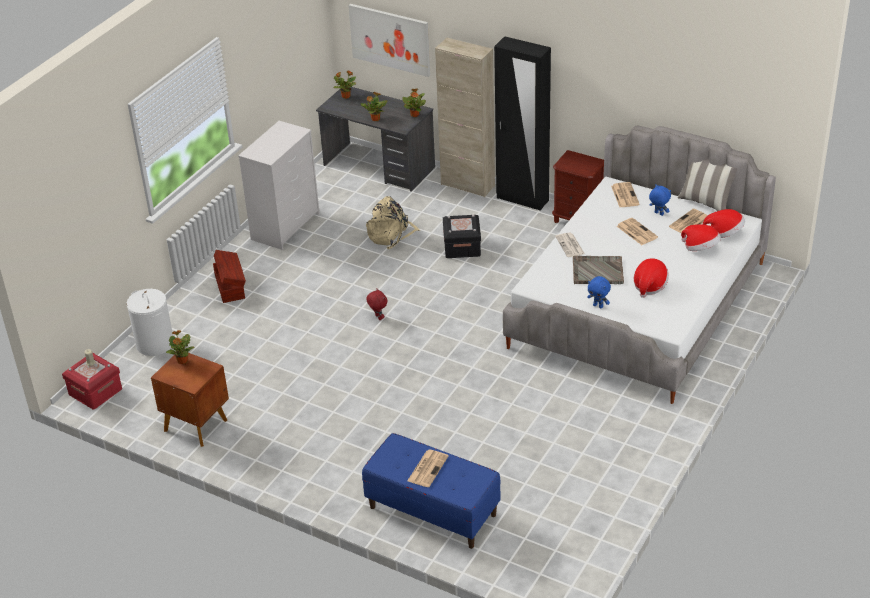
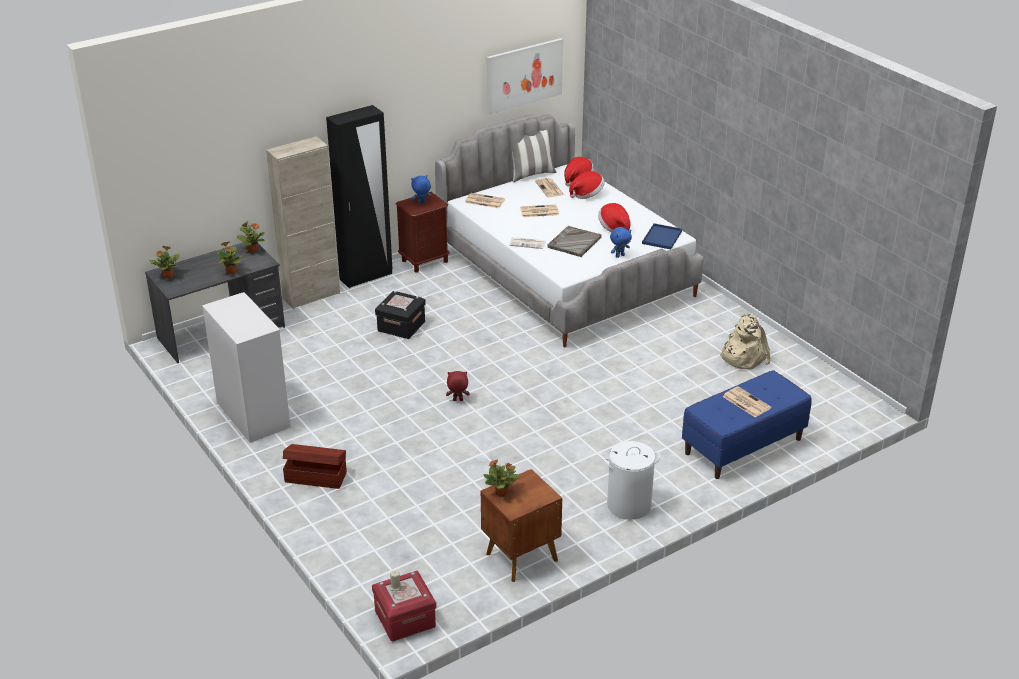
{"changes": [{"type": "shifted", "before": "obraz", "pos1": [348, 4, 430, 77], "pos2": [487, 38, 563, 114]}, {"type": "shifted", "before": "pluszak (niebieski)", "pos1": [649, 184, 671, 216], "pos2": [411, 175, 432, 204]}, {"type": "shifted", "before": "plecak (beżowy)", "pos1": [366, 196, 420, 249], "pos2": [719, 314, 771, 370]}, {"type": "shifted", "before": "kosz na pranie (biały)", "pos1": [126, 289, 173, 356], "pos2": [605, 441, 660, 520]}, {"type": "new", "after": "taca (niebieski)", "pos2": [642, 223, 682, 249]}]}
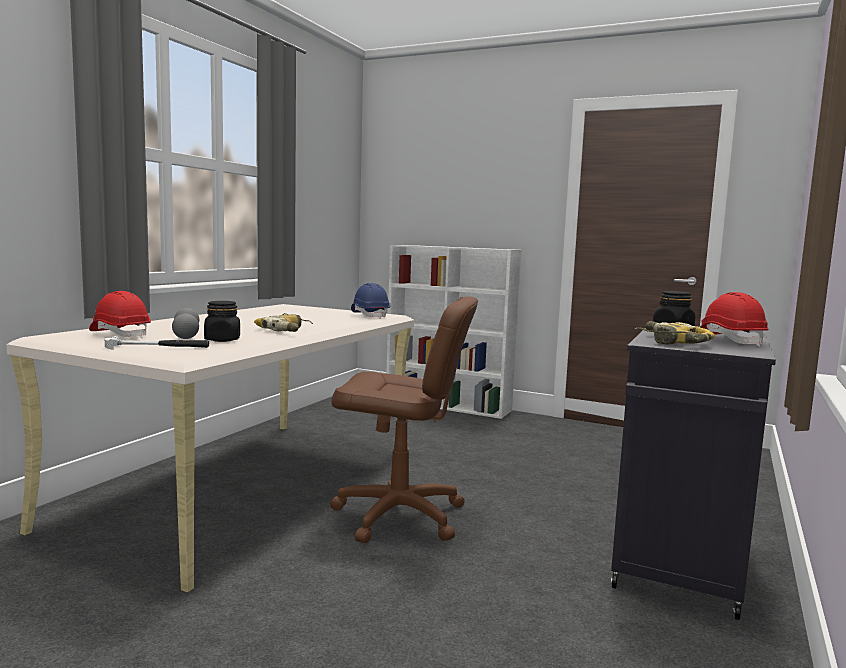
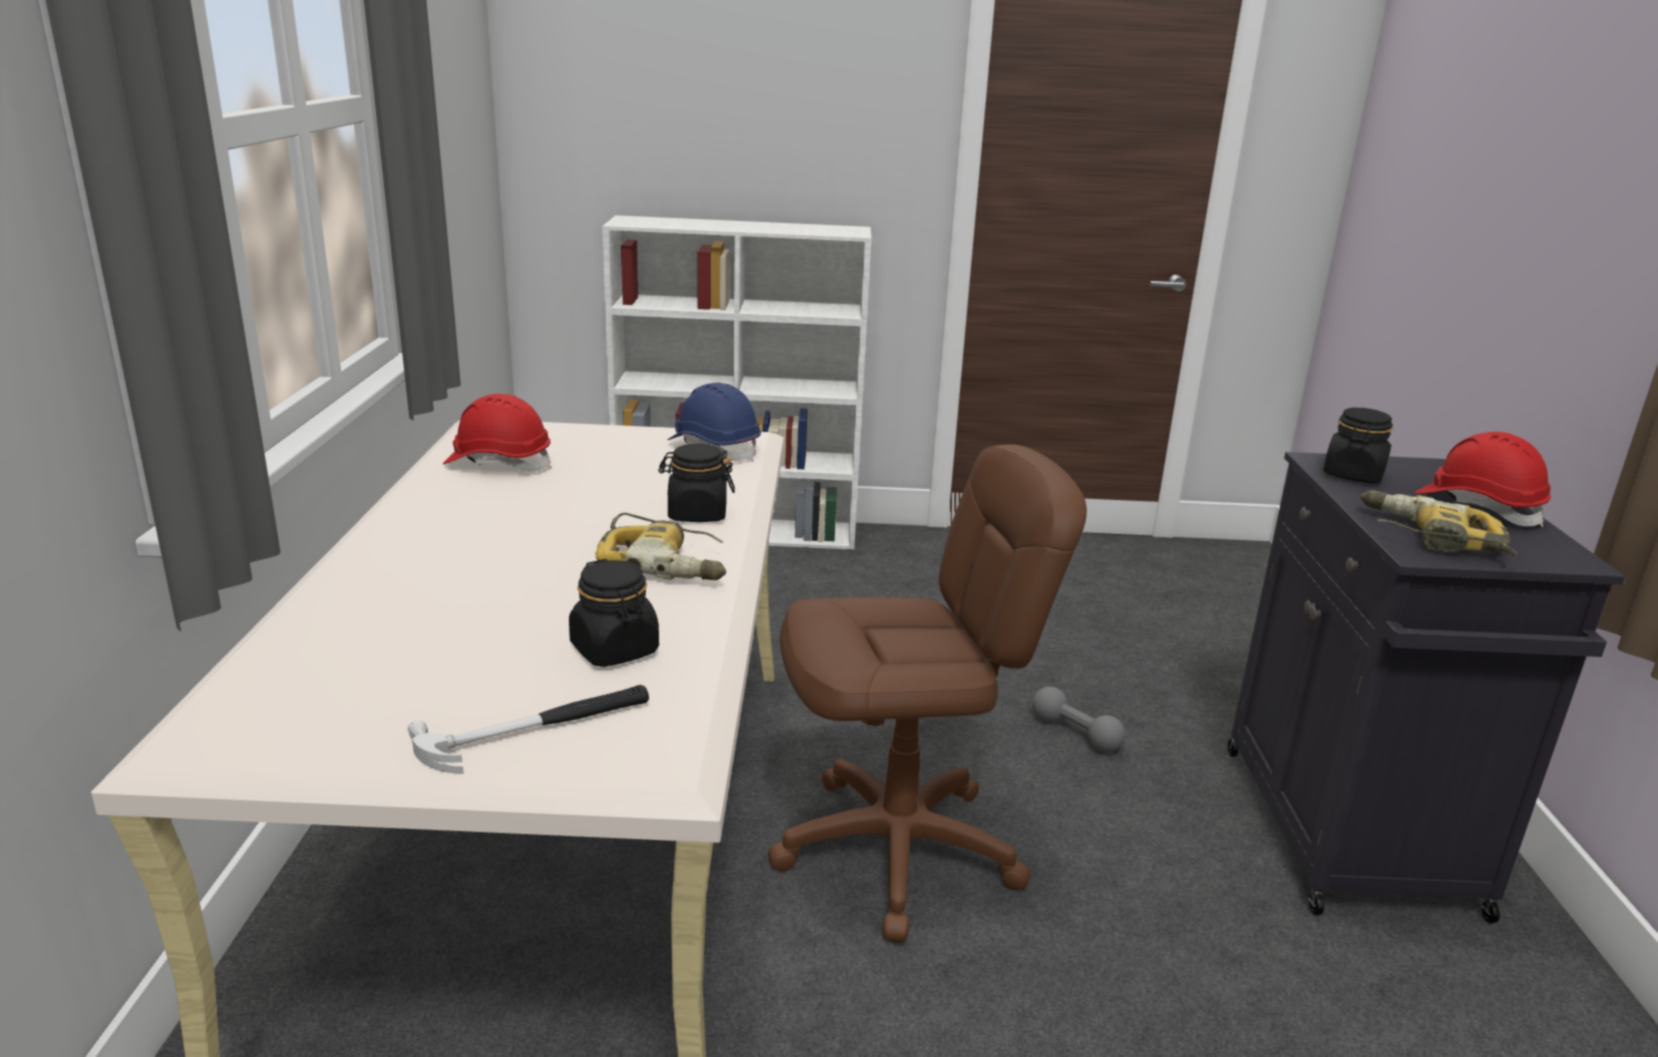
{"changes": [{"type": "shifted", "before": "kask (czerwony)", "pos1": [89, 291, 151, 338], "pos2": [443, 394, 552, 472]}, {"type": "shifted", "before": "hantel (szary)", "pos1": [172, 308, 199, 339], "pos2": [1032, 687, 1126, 752]}, {"type": "new", "after": "słoik (czarny)", "pos2": [658, 444, 735, 522]}]}
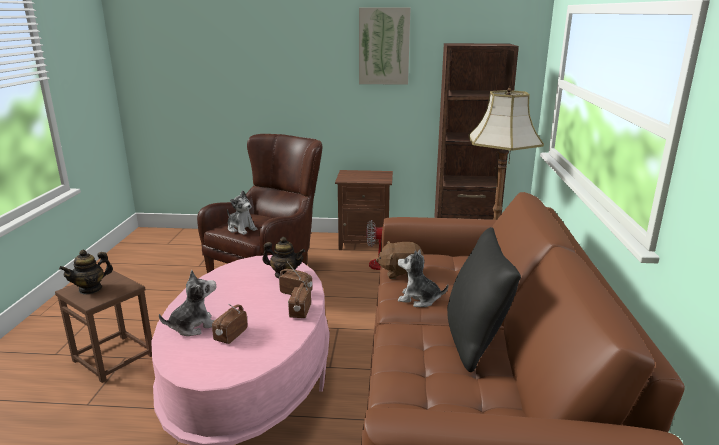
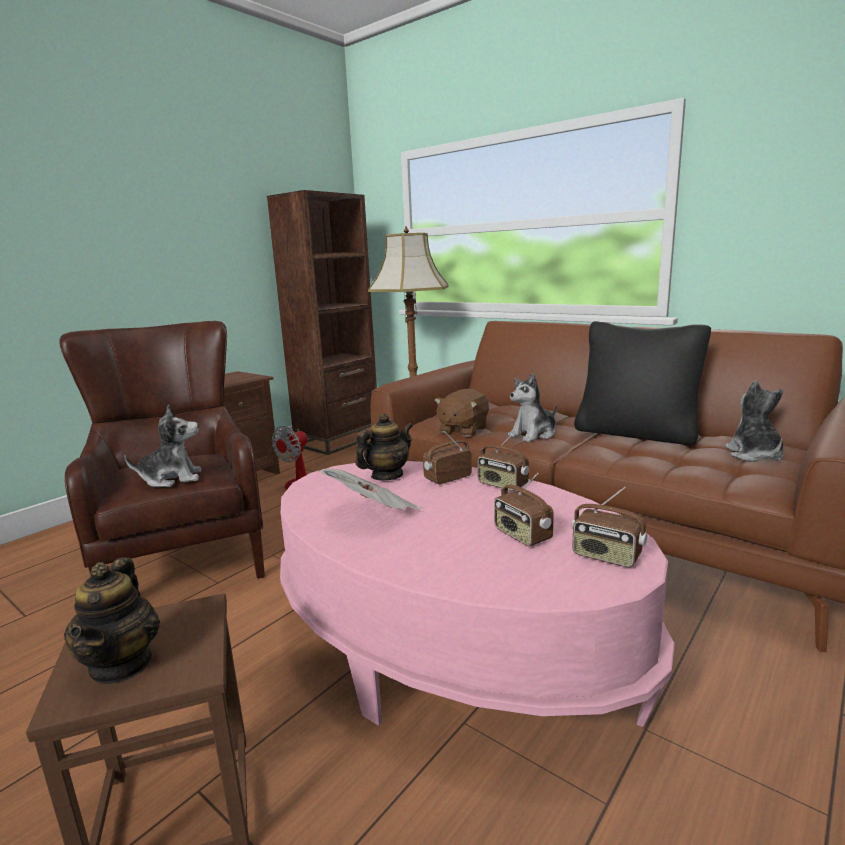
{"changes": [{"type": "gone", "before": "obraz", "pos1": [359, 7, 411, 85]}, {"type": "shifted", "before": "pluszak", "pos1": [159, 270, 216, 336], "pos2": [725, 380, 784, 462]}, {"type": "new", "after": "gazeta", "pos2": [318, 469, 424, 510]}, {"type": "new", "after": "radio", "pos2": [572, 486, 647, 567]}]}
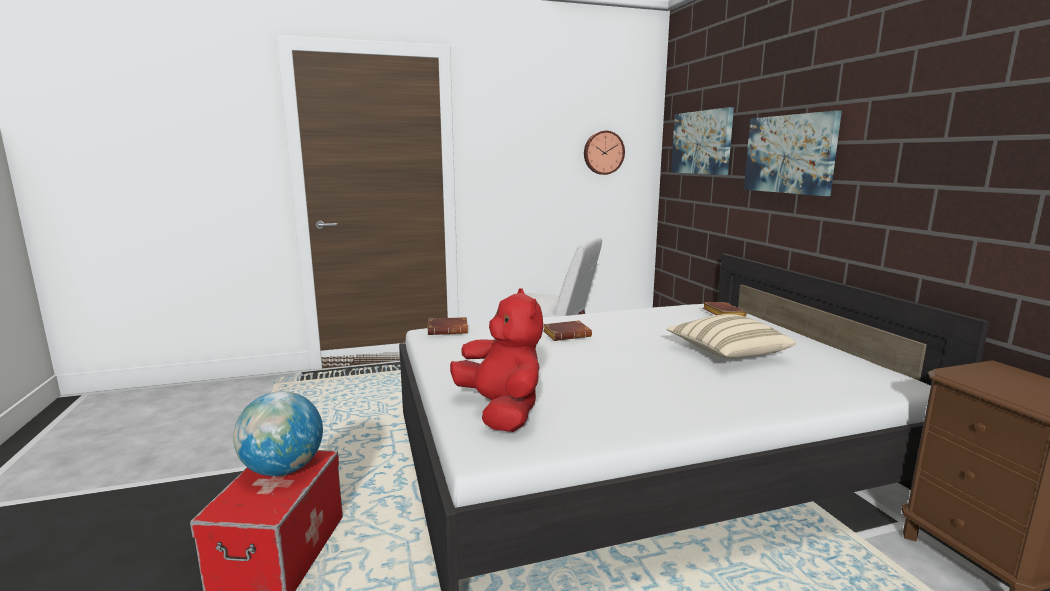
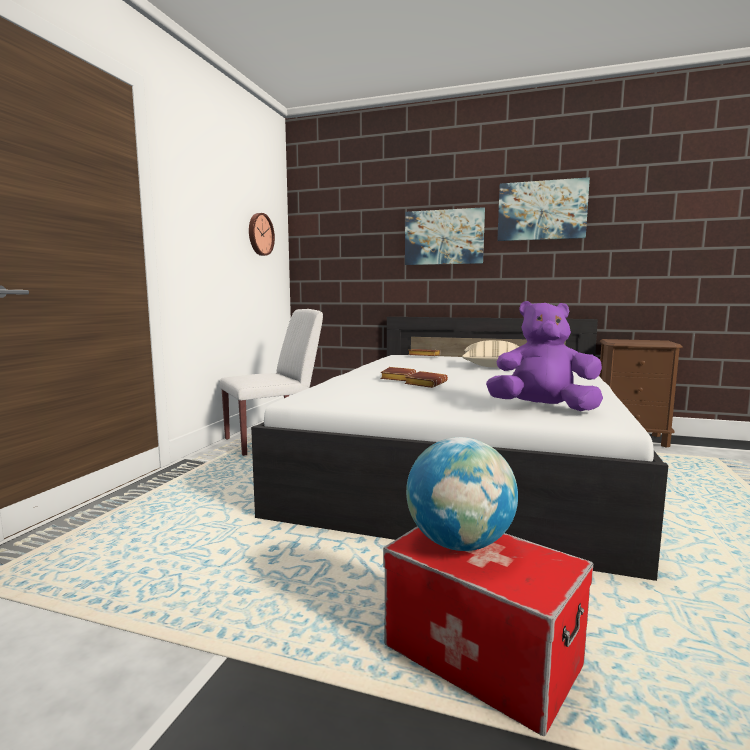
{"changes": [{"type": "shifted", "before": "obraz", "pos1": [671, 107, 734, 175], "pos2": [497, 177, 590, 241]}, {"type": "repainted", "before": "pluszak (czerwony)", "after": "pluszak (fioletowy)", "pos1": [450, 288, 543, 432], "pos2": [486, 301, 603, 411]}, {"type": "shifted", "before": "książka (brązowy)", "pos1": [427, 317, 468, 335], "pos2": [404, 371, 448, 388]}]}
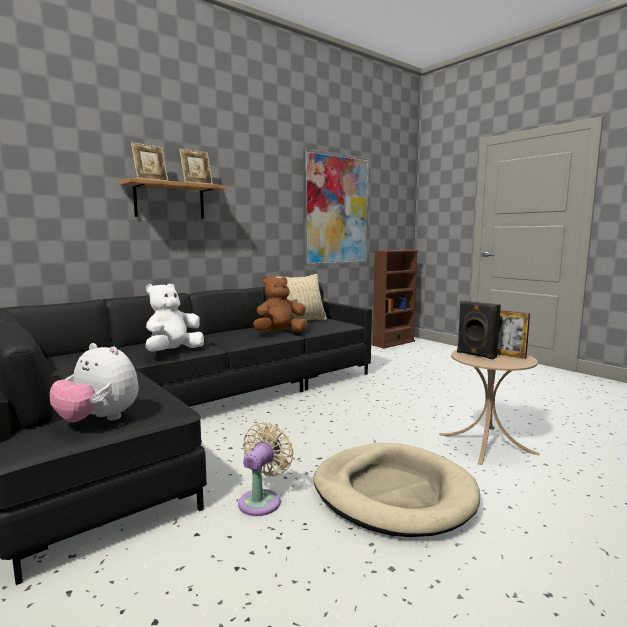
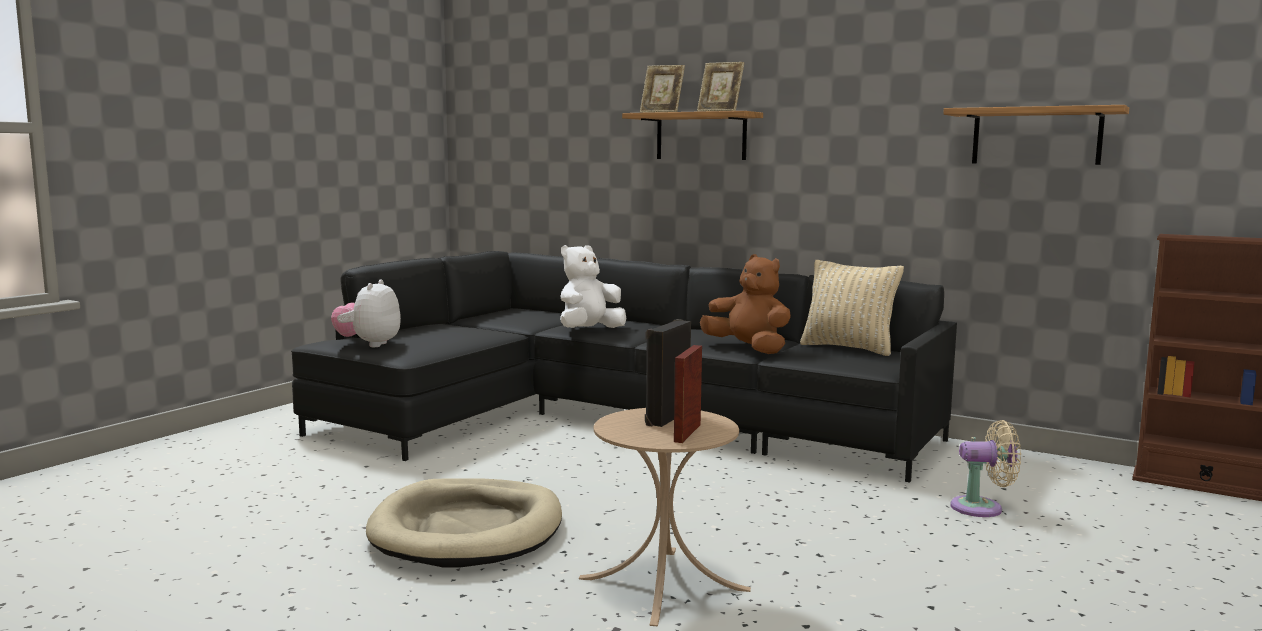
{"changes": [{"type": "swapped", "before": "obraz", "after": "półka", "pos1": [303, 148, 369, 266], "pos2": [943, 105, 1129, 165]}, {"type": "rotated", "before": "pluszak (biały)", "pos1": [145, 284, 204, 352], "pos2": [560, 245, 626, 328], "turn": -60}, {"type": "shifted", "before": "wentylator (beżowy)", "pos1": [238, 422, 294, 516], "pos2": [950, 420, 1021, 517]}]}
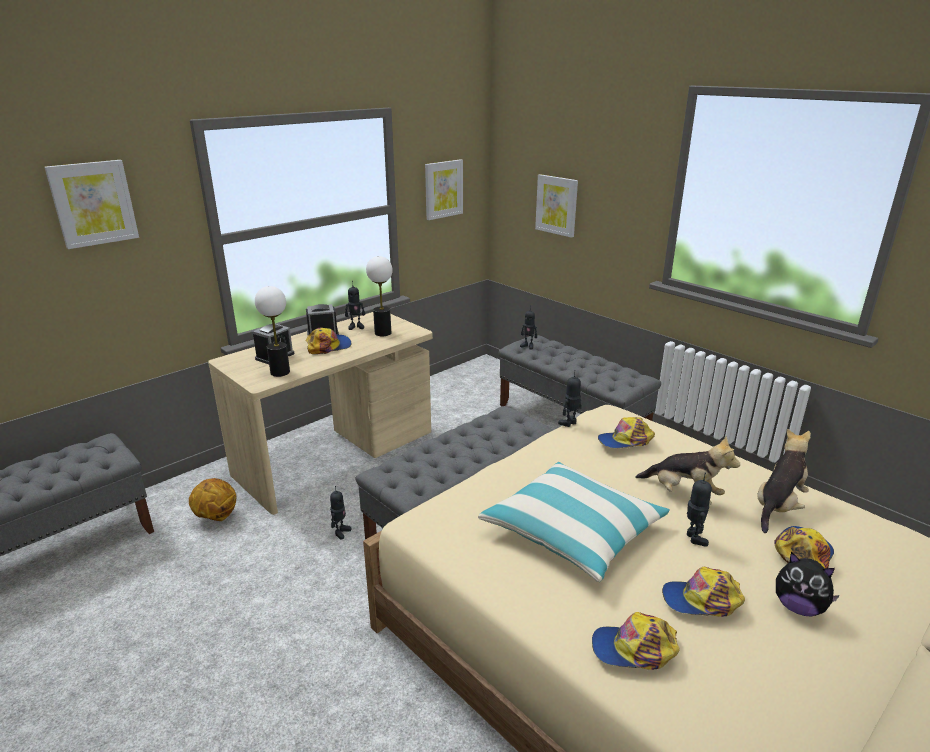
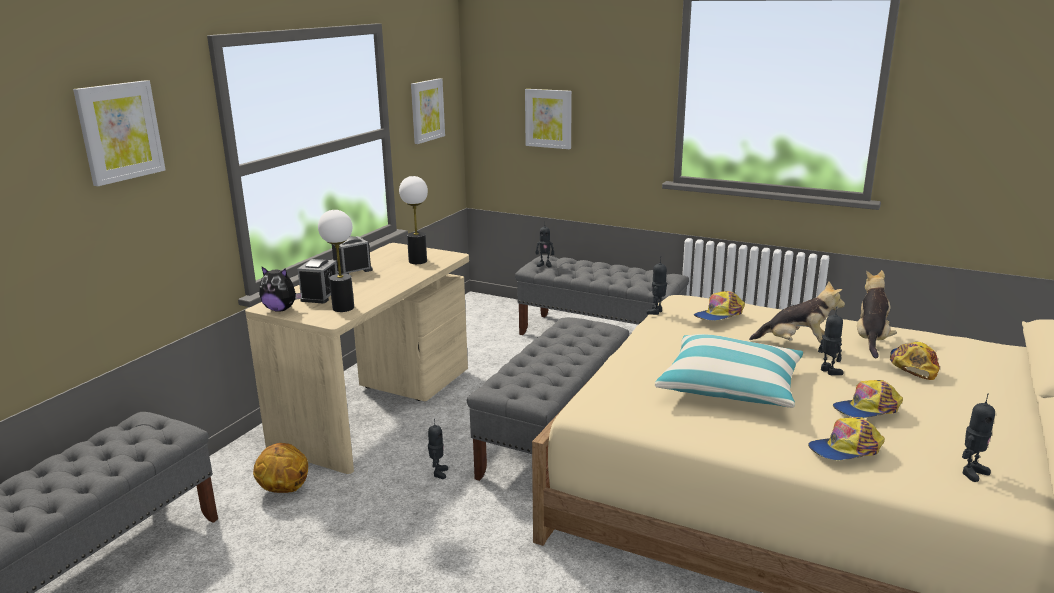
{"changes": [{"type": "shifted", "before": "robot zabawkowy", "pos1": [345, 281, 365, 330], "pos2": [962, 394, 995, 482]}, {"type": "gone", "before": "czapka z daszkiem", "pos1": [306, 327, 352, 354]}, {"type": "shifted", "before": "pluszak", "pos1": [776, 552, 840, 617], "pos2": [259, 266, 302, 312]}]}
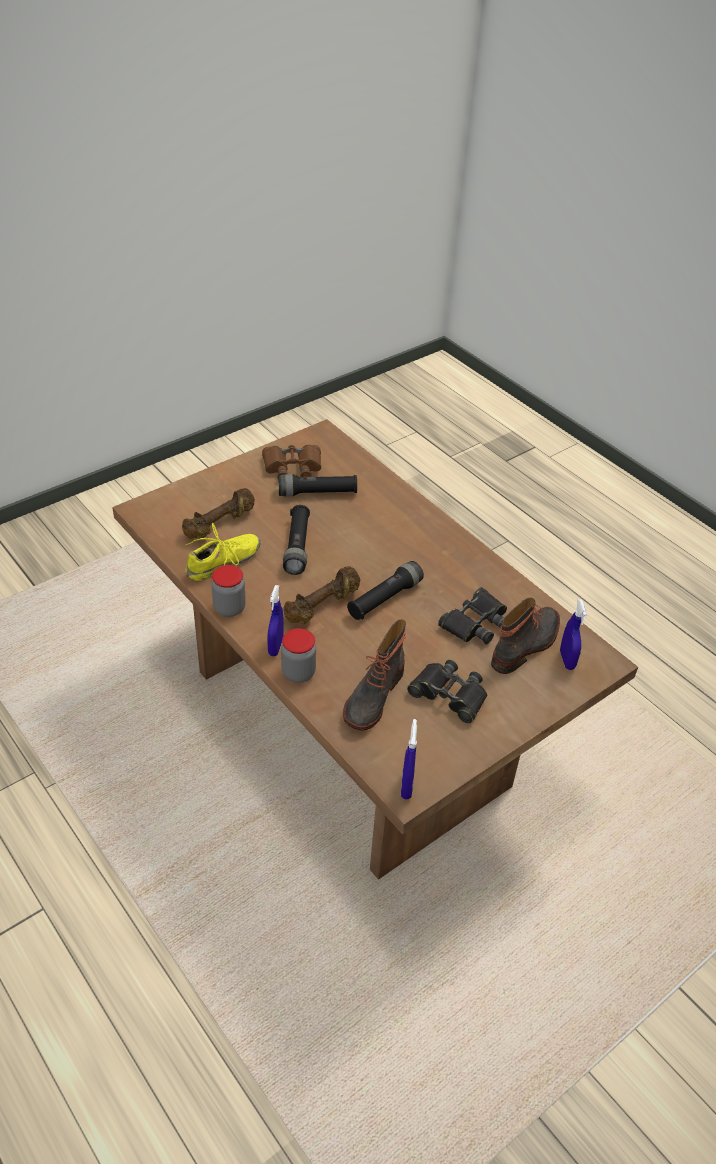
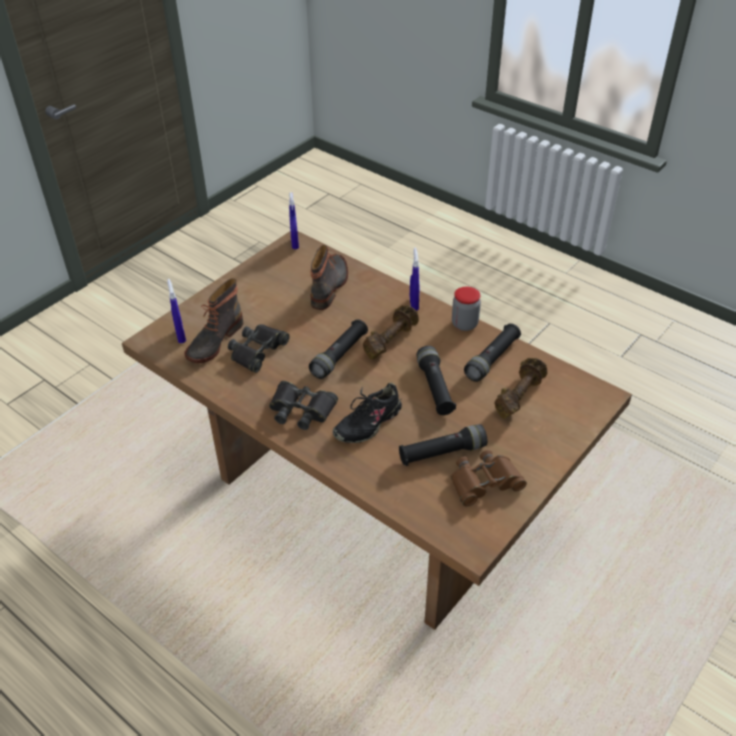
{"changes": [{"type": "swapped", "before": "but (żółty)", "after": "latarka (czarny)", "pos1": [185, 523, 261, 582], "pos2": [464, 323, 521, 382]}, {"type": "gone", "before": "słoik", "pos1": [281, 628, 316, 683]}, {"type": "shifted", "before": "lornetka (czarny)", "pos1": [407, 660, 487, 723], "pos2": [269, 381, 338, 430]}, {"type": "new", "after": "but (czarny)", "pos2": [332, 382, 402, 443]}]}
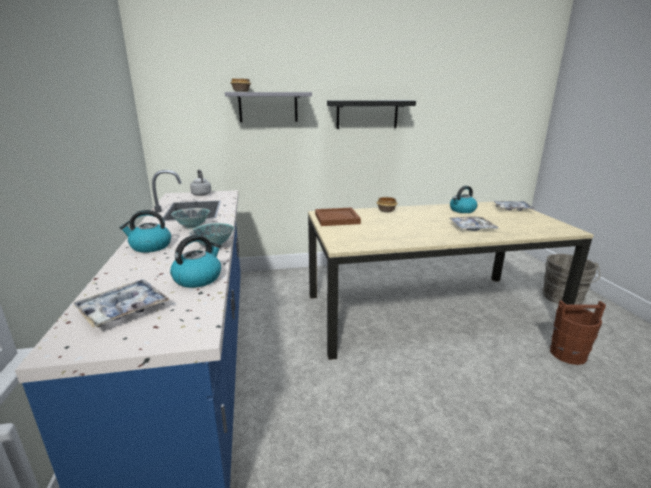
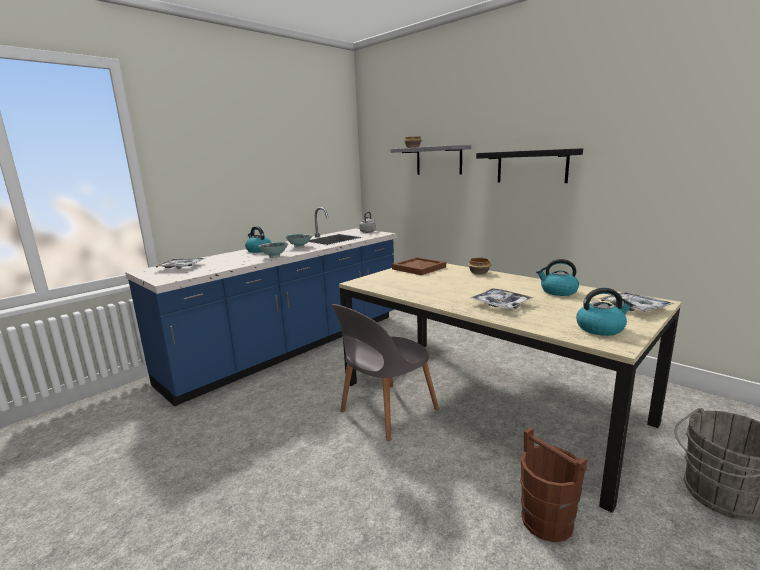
{"changes": [{"type": "shifted", "before": "czajnik", "pos1": [170, 235, 221, 288], "pos2": [576, 288, 633, 336]}, {"type": "new", "after": "krzesło (szary)", "pos2": [332, 304, 439, 441]}]}
